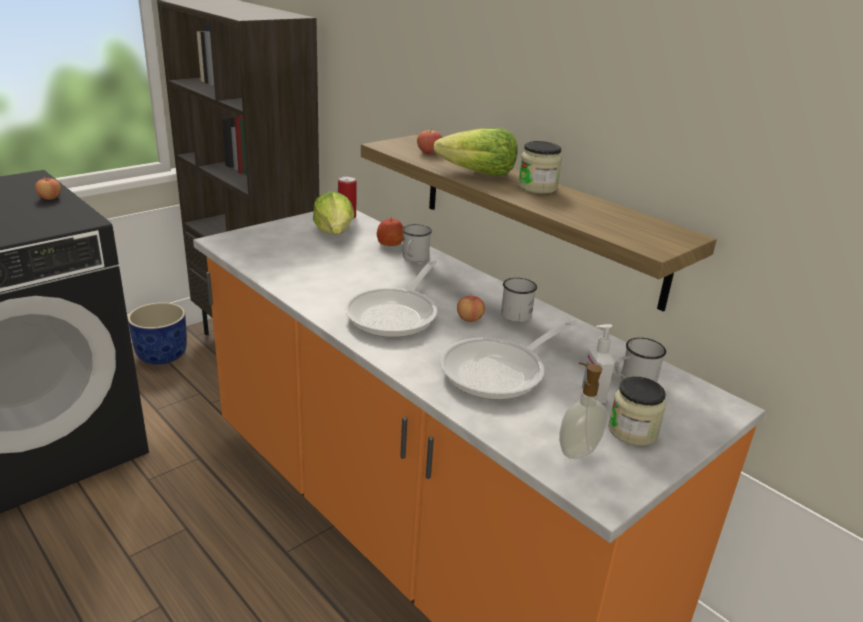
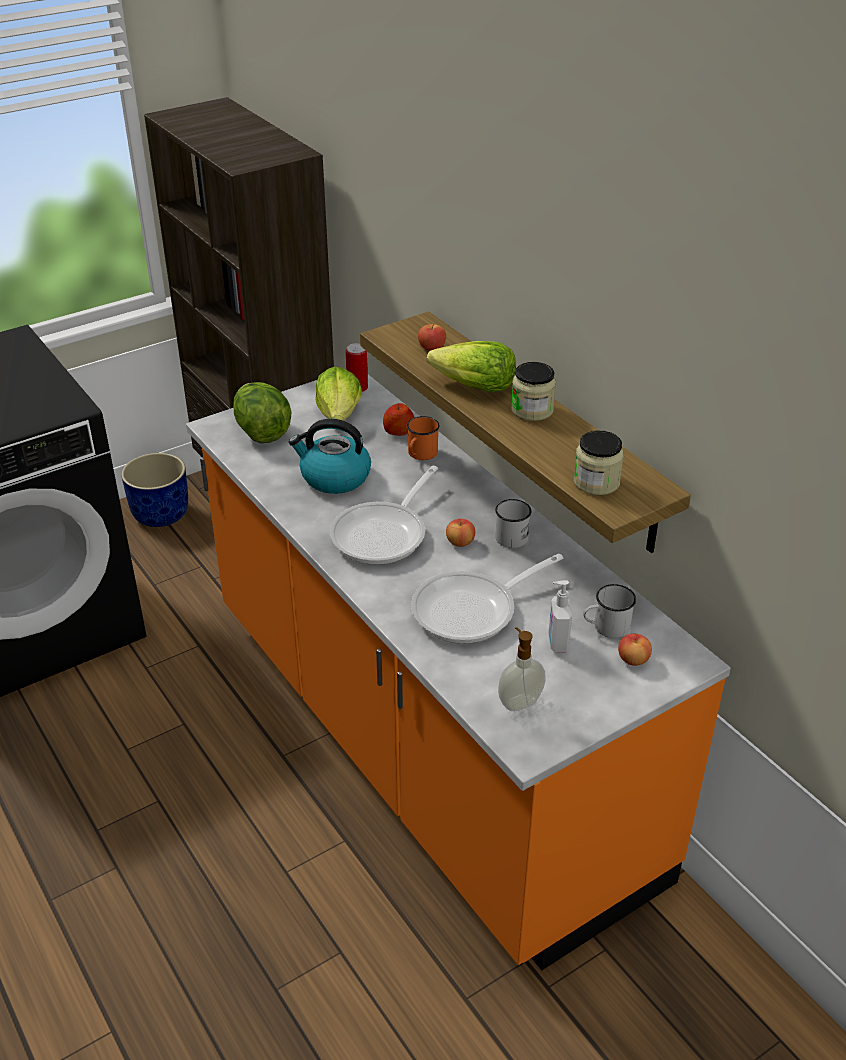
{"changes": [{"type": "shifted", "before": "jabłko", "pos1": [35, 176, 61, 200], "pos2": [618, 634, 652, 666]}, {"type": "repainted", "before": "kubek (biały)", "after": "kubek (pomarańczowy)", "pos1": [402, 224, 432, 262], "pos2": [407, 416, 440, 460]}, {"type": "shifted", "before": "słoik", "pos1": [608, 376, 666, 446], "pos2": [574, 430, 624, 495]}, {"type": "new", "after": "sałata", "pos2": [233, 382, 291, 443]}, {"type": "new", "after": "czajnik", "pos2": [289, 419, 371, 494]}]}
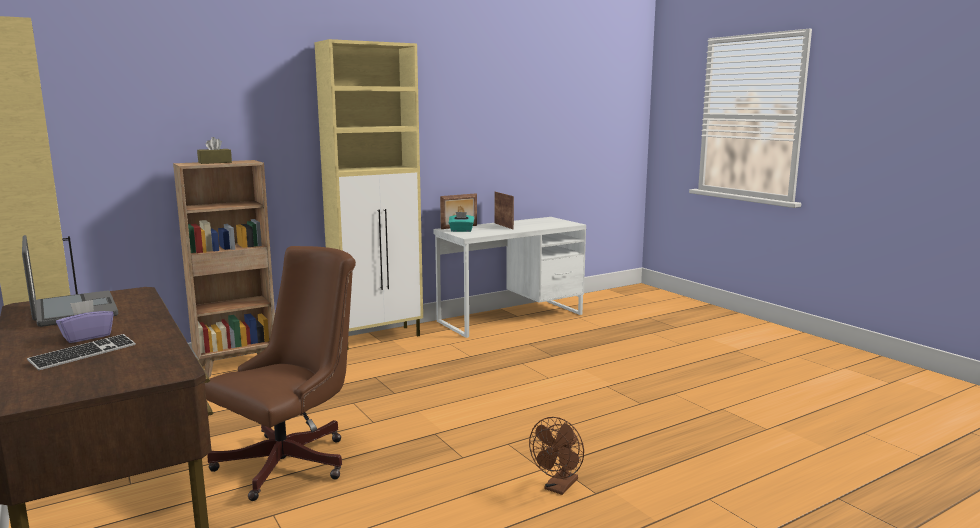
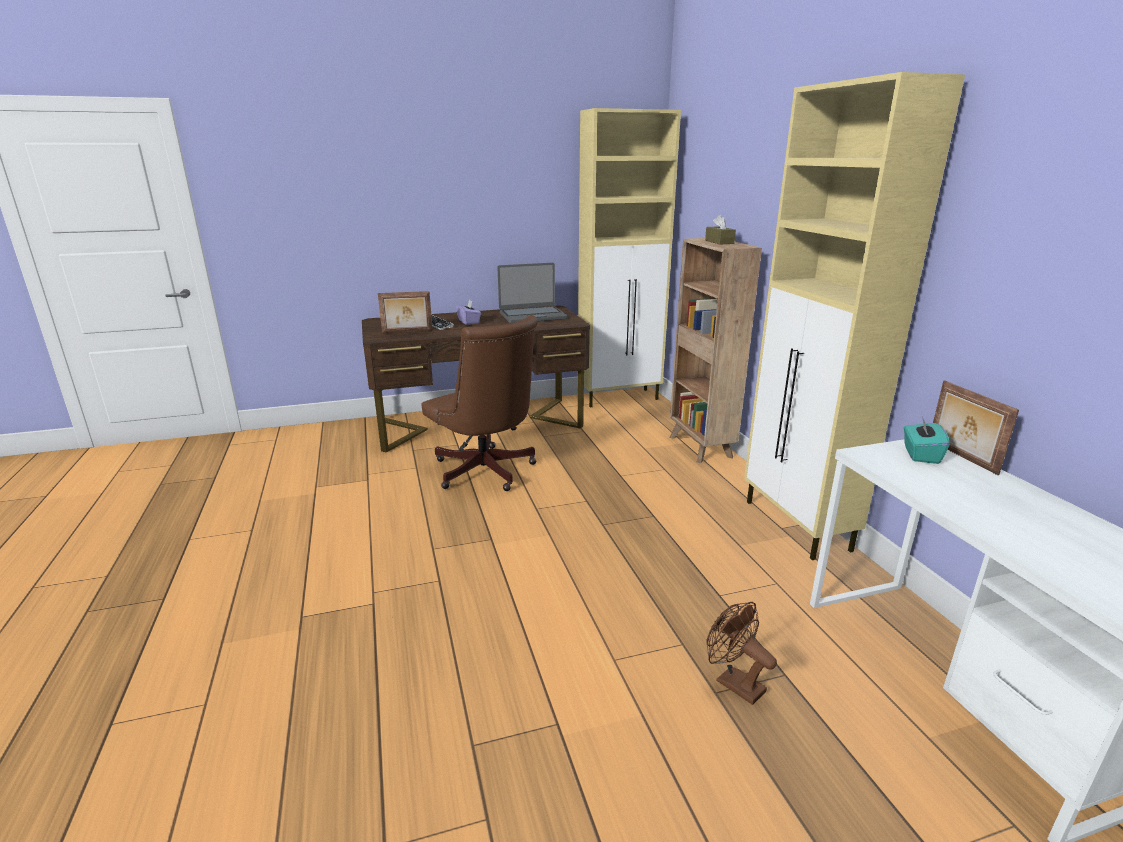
{"changes": [{"type": "shifted", "before": "ramka na zdjęcie", "pos1": [494, 192, 514, 229], "pos2": [378, 291, 433, 333]}, {"type": "shifted", "before": "wentylator (brązowy)", "pos1": [529, 417, 584, 495], "pos2": [706, 602, 777, 705]}]}
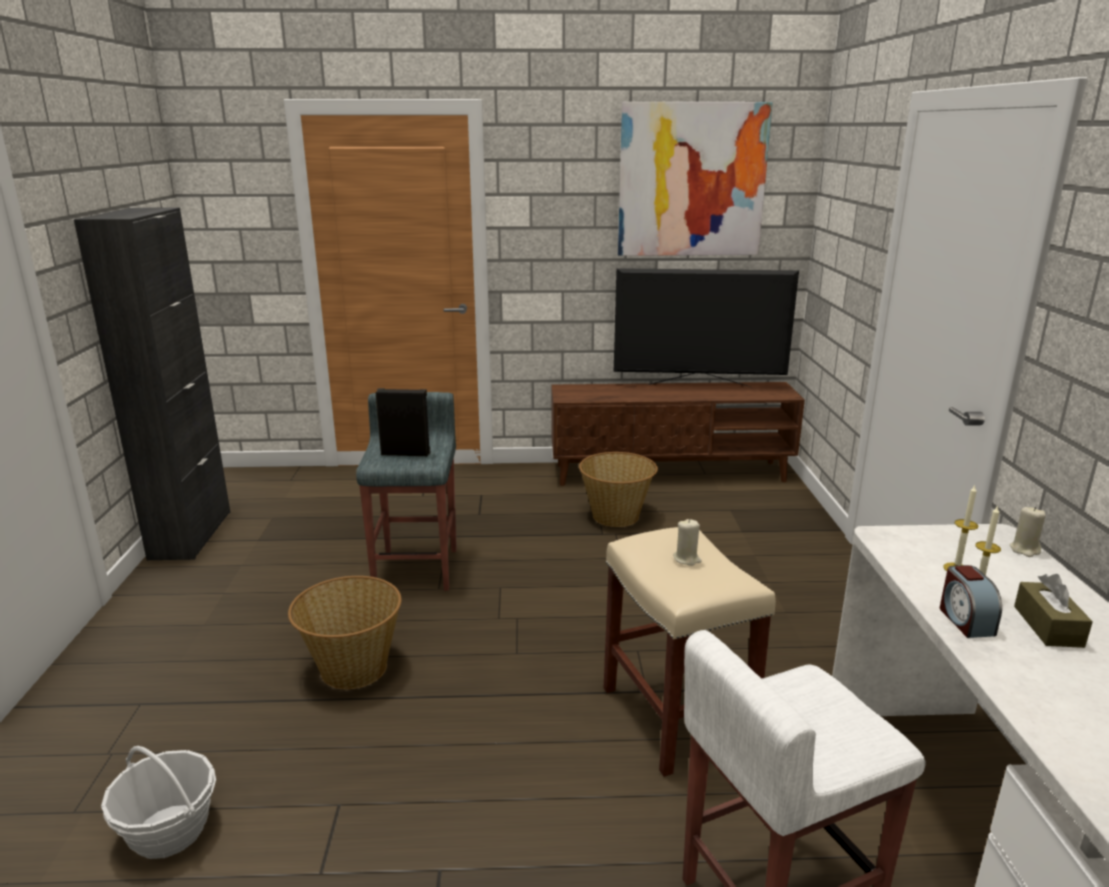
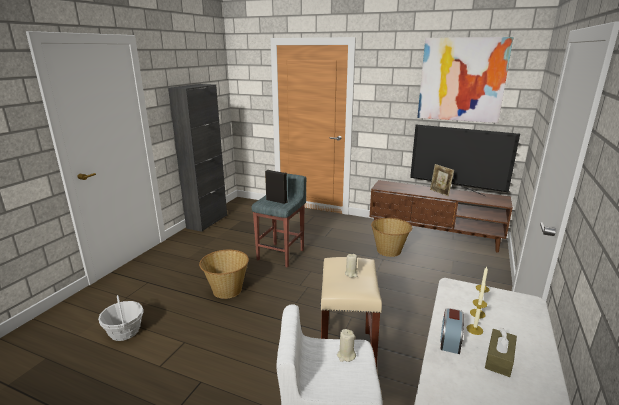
{"changes": [{"type": "shifted", "before": "świeca (beżowy)", "pos1": [1010, 507, 1046, 557], "pos2": [337, 329, 356, 362]}, {"type": "new", "after": "ramka na zdjęcie", "pos2": [430, 164, 454, 196]}]}
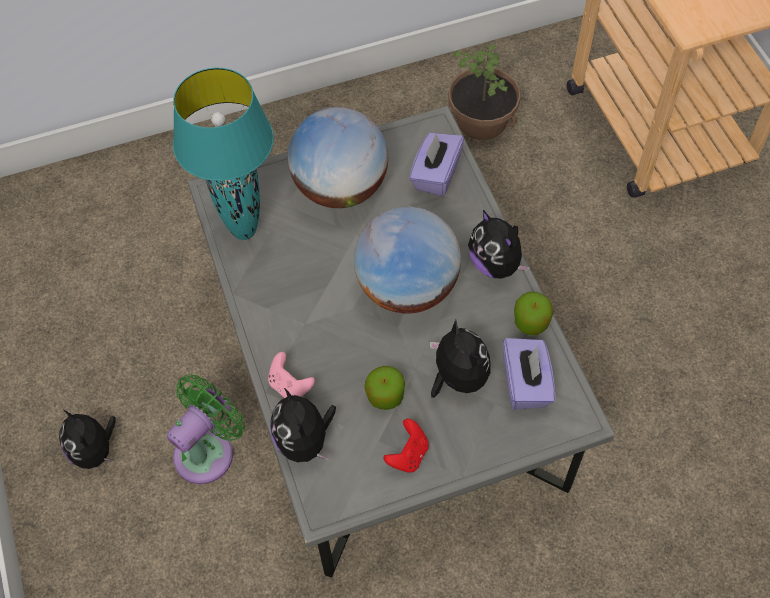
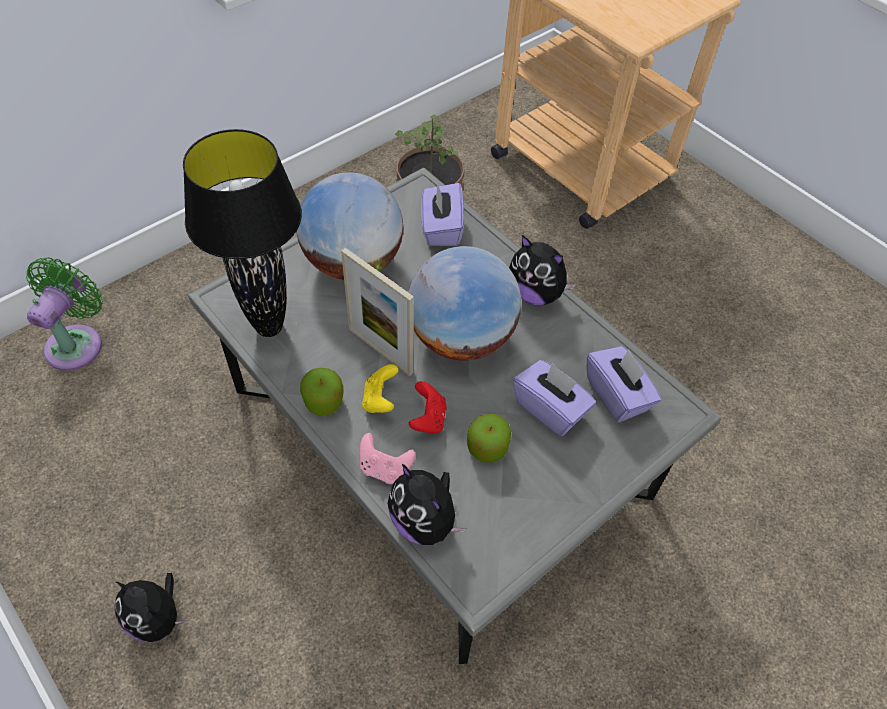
{"changes": [{"type": "repainted", "before": "lampa stołowa (turkusowy)", "after": "lampa stołowa (czarny)", "pos1": [173, 68, 274, 240], "pos2": [183, 129, 302, 337]}, {"type": "shifted", "before": "jabłko", "pos1": [514, 292, 553, 335], "pos2": [300, 368, 344, 416]}, {"type": "swapped", "before": "pluszak", "after": "pudełko chusteczek (fioletowy)", "pos1": [429, 320, 490, 398], "pos2": [513, 360, 596, 436]}, {"type": "shifted", "before": "wentylator (zielony)", "pos1": [167, 374, 245, 484], "pos2": [26, 257, 103, 371]}, {"type": "shifted", "before": "pad do gier (czerwony)", "pos1": [384, 419, 429, 472], "pos2": [409, 381, 447, 434]}, {"type": "new", "after": "ramka na zdjęcie", "pos2": [341, 248, 414, 376]}, {"type": "new", "after": "pad do gier (żółty)", "pos2": [362, 364, 399, 413]}]}
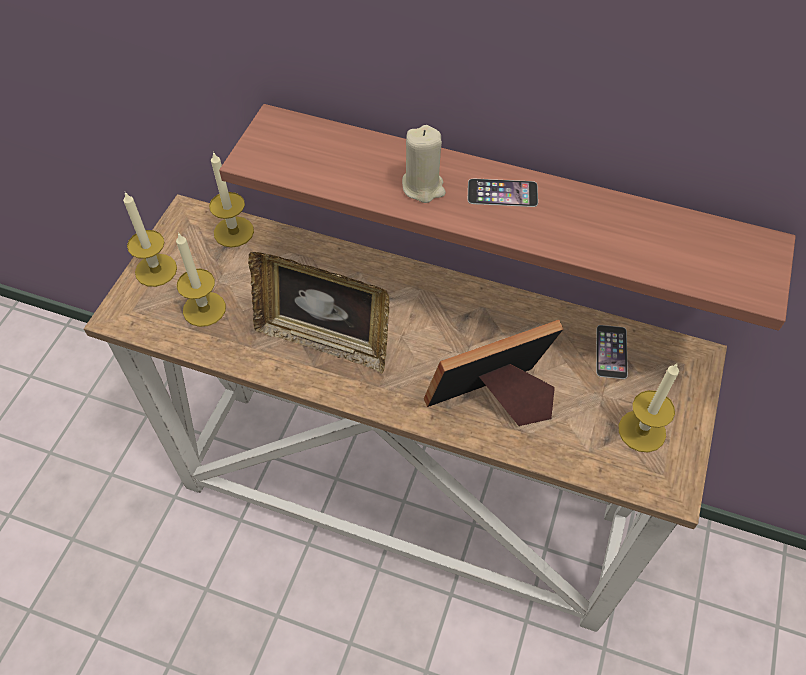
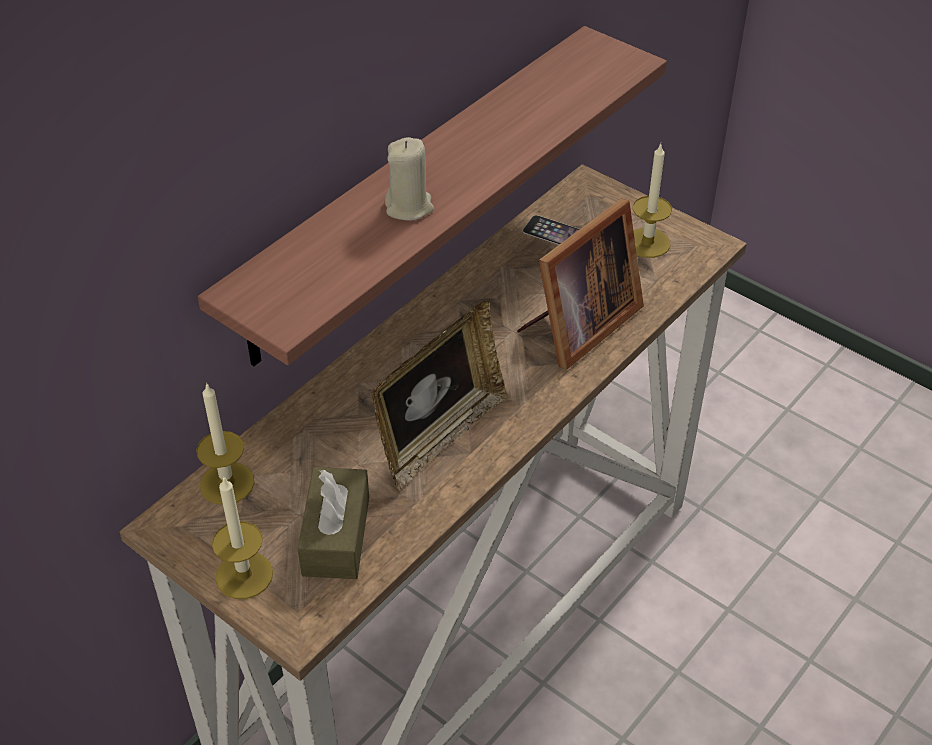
{"changes": [{"type": "gone", "before": "telefon", "pos1": [468, 179, 538, 207]}, {"type": "swapped", "before": "świeca", "after": "pudełko chusteczek (brązowy)", "pos1": [176, 232, 226, 327], "pos2": [298, 467, 369, 579]}, {"type": "rotated", "before": "ramka na zdjęcie", "pos1": [424, 320, 563, 426], "pos2": [517, 199, 644, 370], "turn": -135}]}
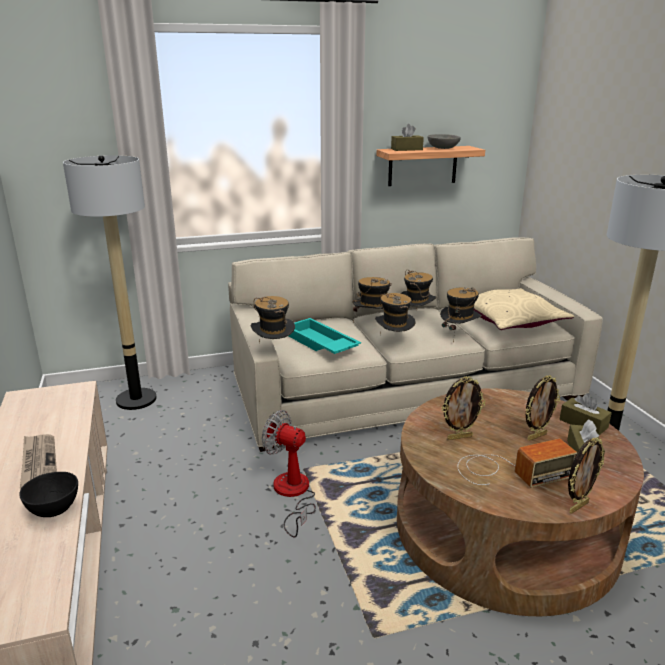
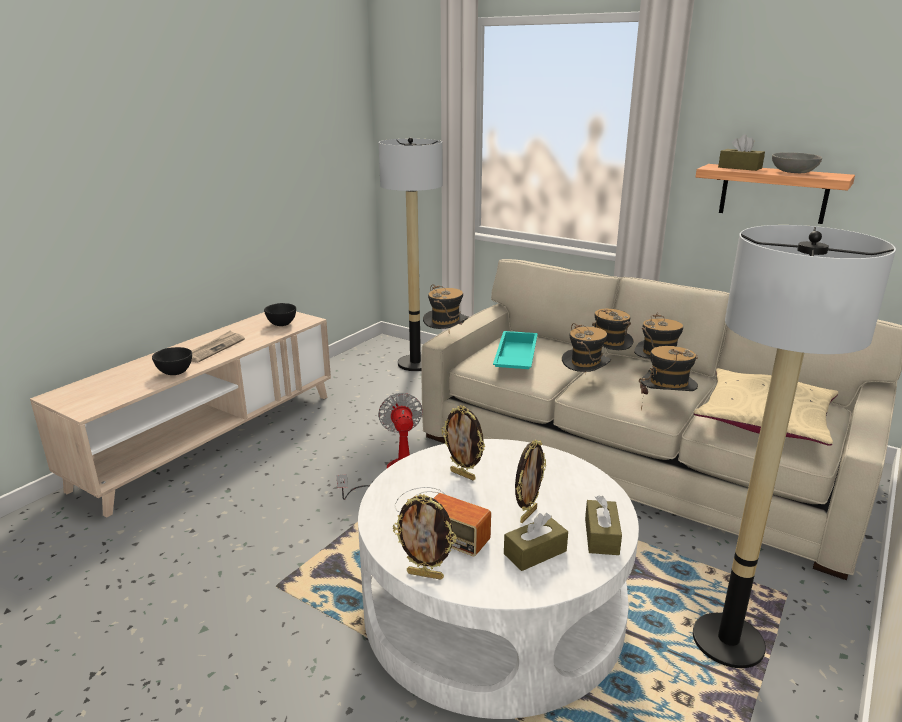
{"changes": [{"type": "rotated", "before": "ramka na zdjęcie", "pos1": [526, 375, 560, 441], "pos2": [515, 440, 546, 523], "turn": -75}, {"type": "repainted", "before": "ława (brązowy)", "after": "ława (biały)", "pos1": [397, 388, 644, 616], "pos2": [358, 439, 639, 719]}, {"type": "new", "after": "miska (czarny)", "pos2": [264, 303, 296, 326]}]}
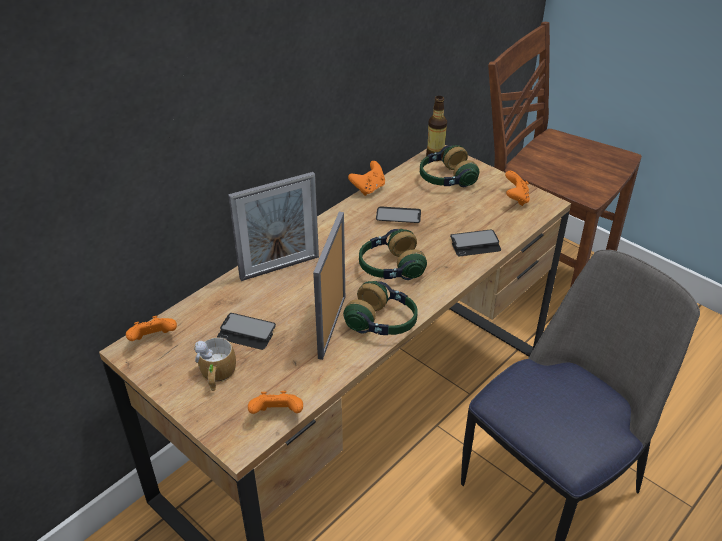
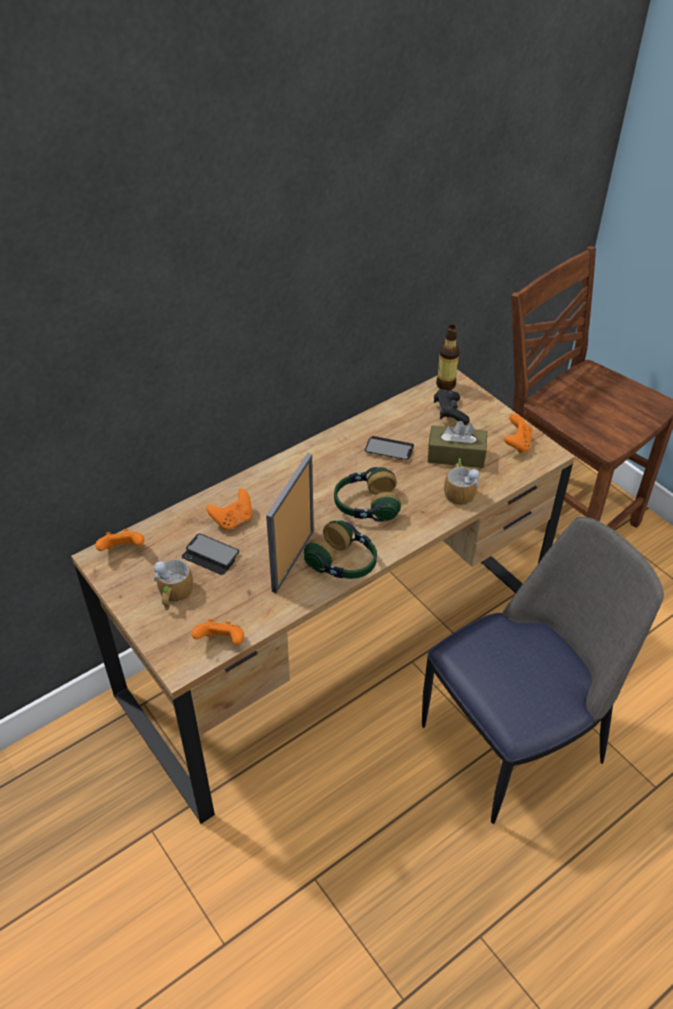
{"changes": [{"type": "swapped", "before": "słuchawki", "after": "pad do gier (czarny)", "pos1": [420, 145, 479, 187], "pos2": [434, 389, 470, 425]}, {"type": "shifted", "before": "pad do gier (pomarańczowy)", "pos1": [348, 161, 385, 196], "pos2": [206, 489, 252, 530]}, {"type": "gone", "before": "ramka na zdjęcie", "pos1": [228, 172, 319, 281]}, {"type": "swapped", "before": "telefon", "after": "kubek", "pos1": [450, 230, 501, 256], "pos2": [444, 458, 480, 506]}, {"type": "new", "after": "pudełko chusteczek (brązowy)", "pos2": [428, 421, 487, 468]}]}
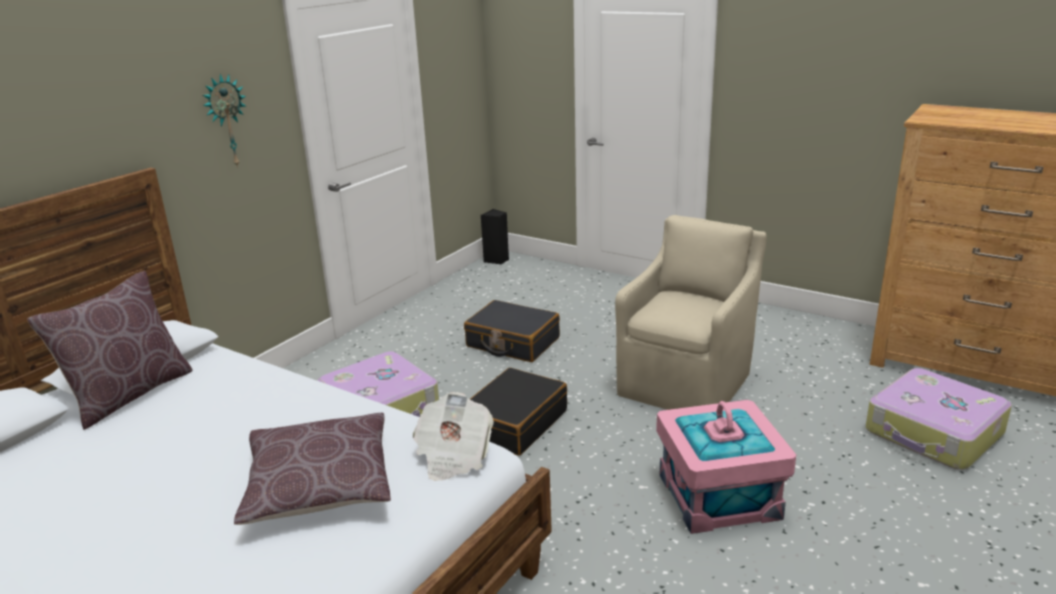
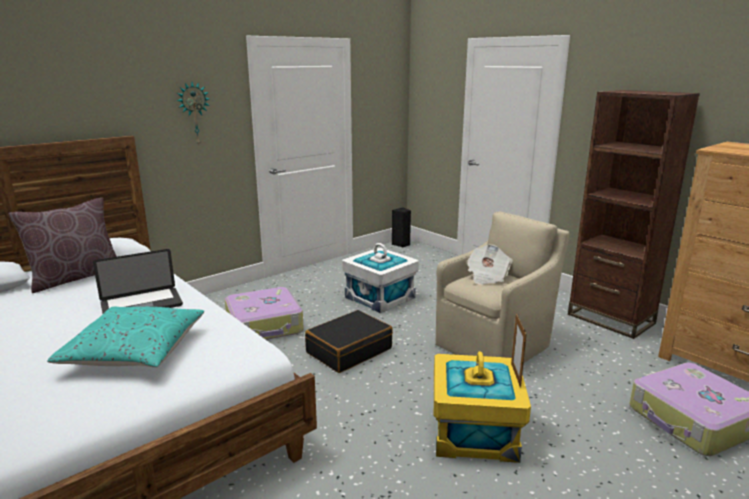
{"changes": [{"type": "swapped", "before": "walizka (czarny)", "after": "pojemnik do przechowywania (biały)", "pos1": [464, 300, 560, 362], "pos2": [342, 243, 419, 313]}, {"type": "shifted", "before": "gazeta", "pos1": [413, 392, 494, 481], "pos2": [467, 244, 513, 285]}, {"type": "repainted", "before": "pojemnik do przechowywania (różowy)", "after": "pojemnik do przechowywania (żółty)", "pos1": [656, 400, 796, 534], "pos2": [434, 351, 531, 463]}, {"type": "repainted", "before": "poduszka (brązowy)", "after": "poduszka (turkusowy)", "pos1": [234, 413, 391, 525], "pos2": [47, 307, 204, 367]}, {"type": "new", "after": "regał (brązowy)", "pos2": [568, 90, 700, 339]}, {"type": "new", "after": "laptop", "pos2": [93, 249, 183, 314]}, {"type": "new", "after": "ramka na zdjęcie", "pos2": [511, 314, 527, 388]}]}
